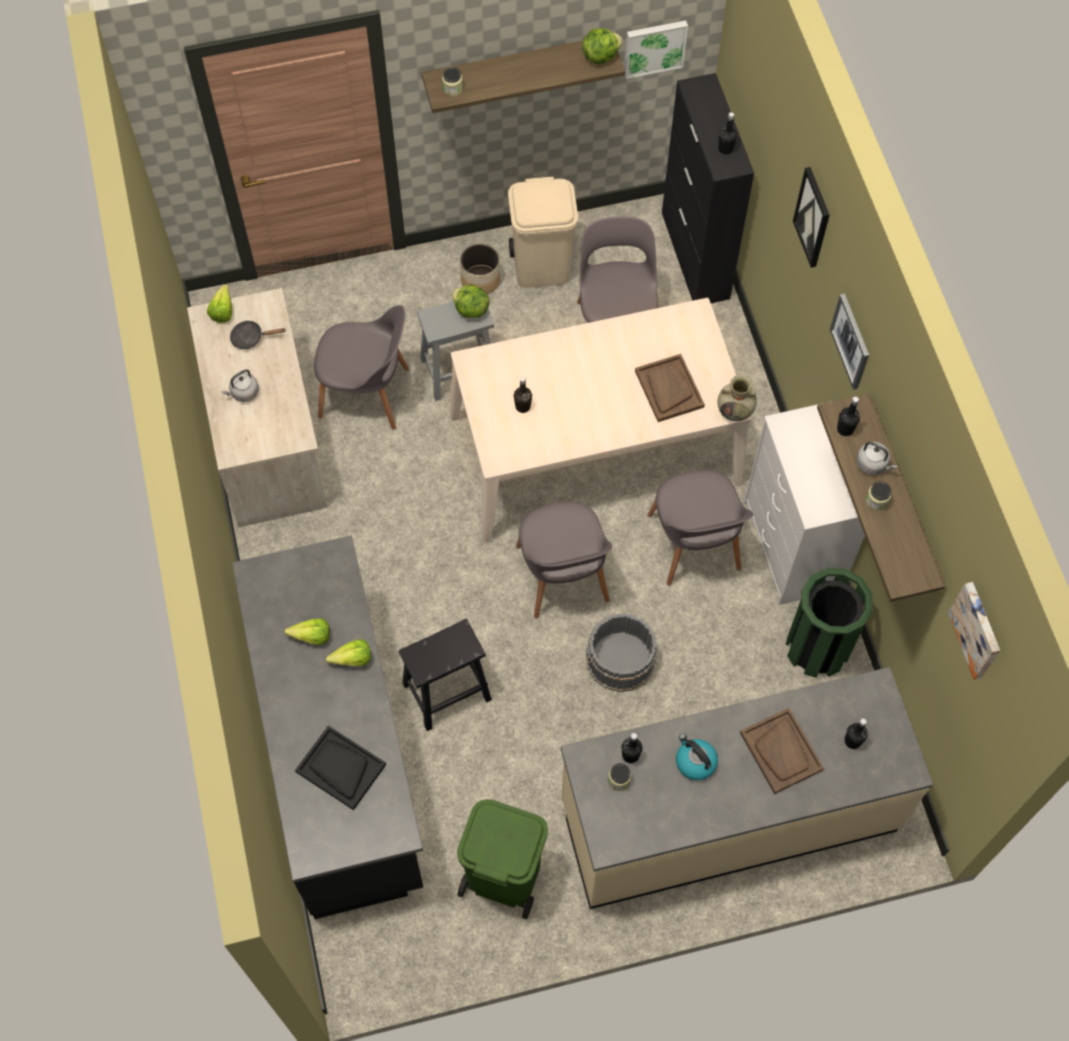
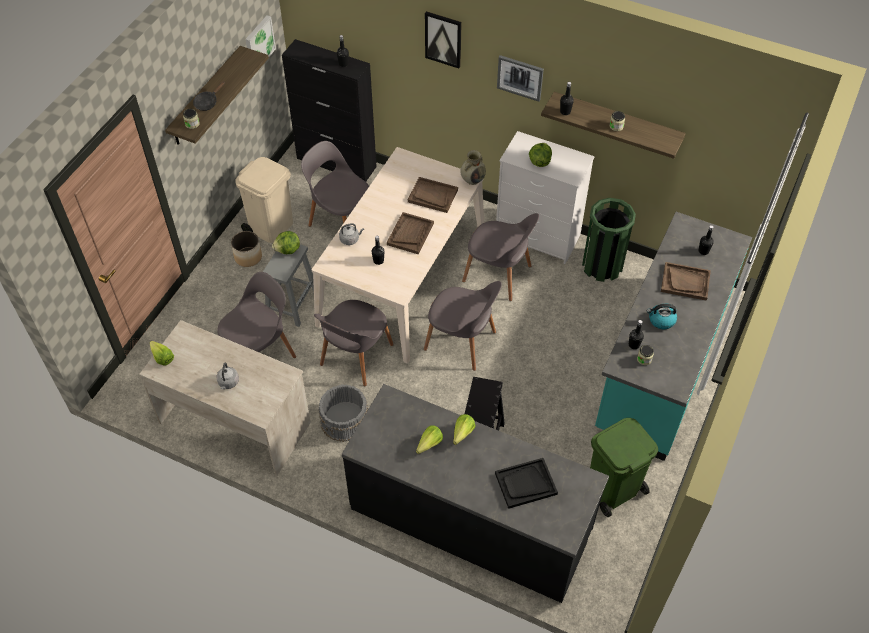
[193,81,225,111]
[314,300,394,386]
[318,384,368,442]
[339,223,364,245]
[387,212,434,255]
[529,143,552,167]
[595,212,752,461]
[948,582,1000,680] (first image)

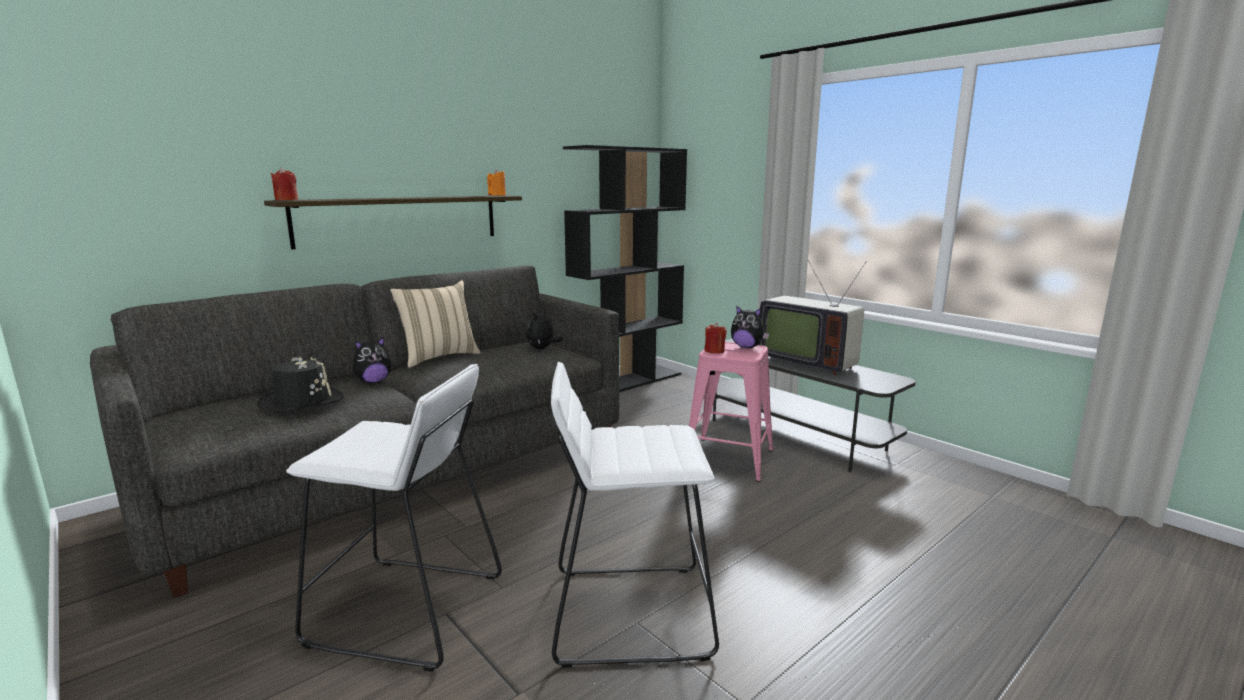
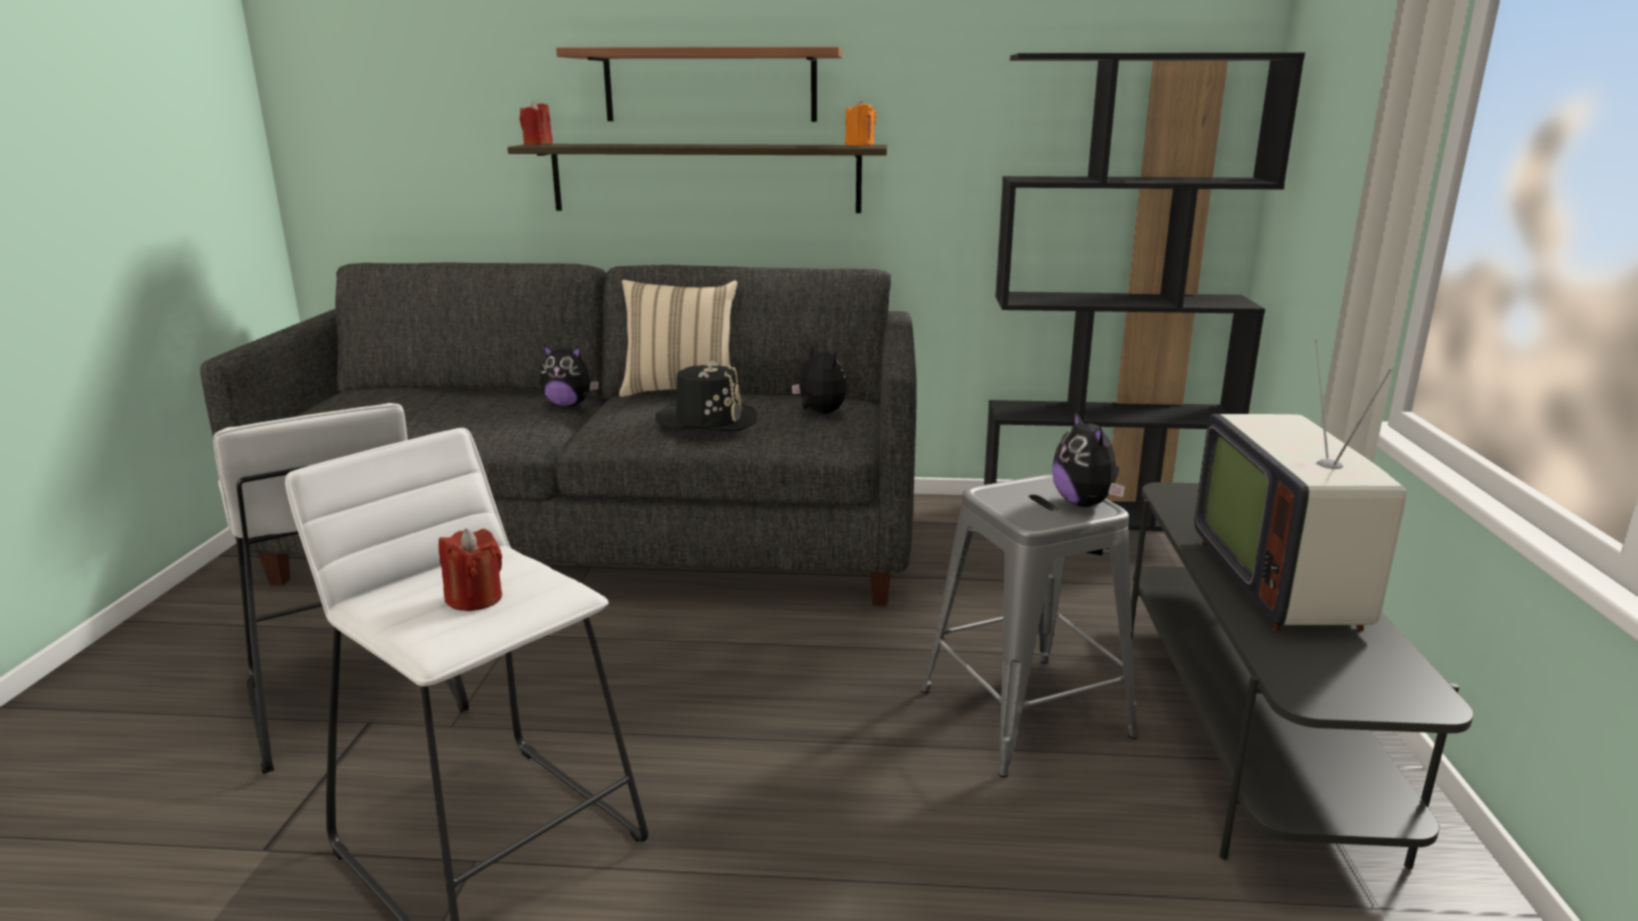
[439,529,502,611]
[556,47,842,122]
[655,360,757,431]
[792,344,847,414]
[922,474,1138,777]

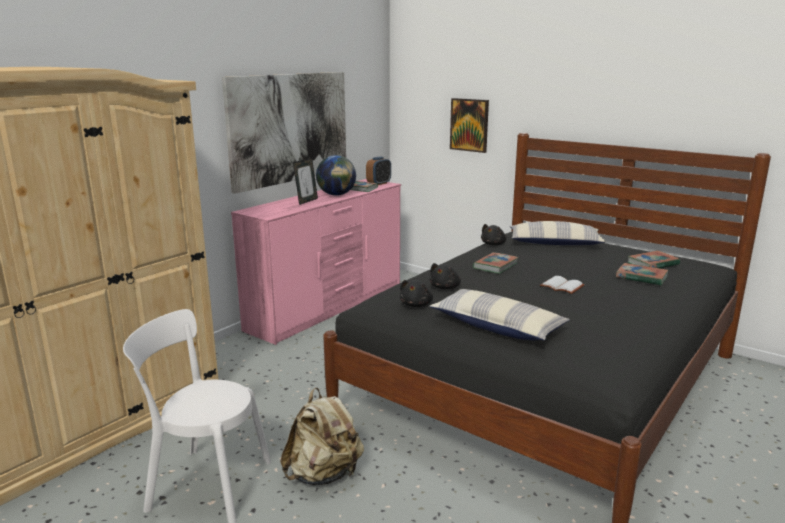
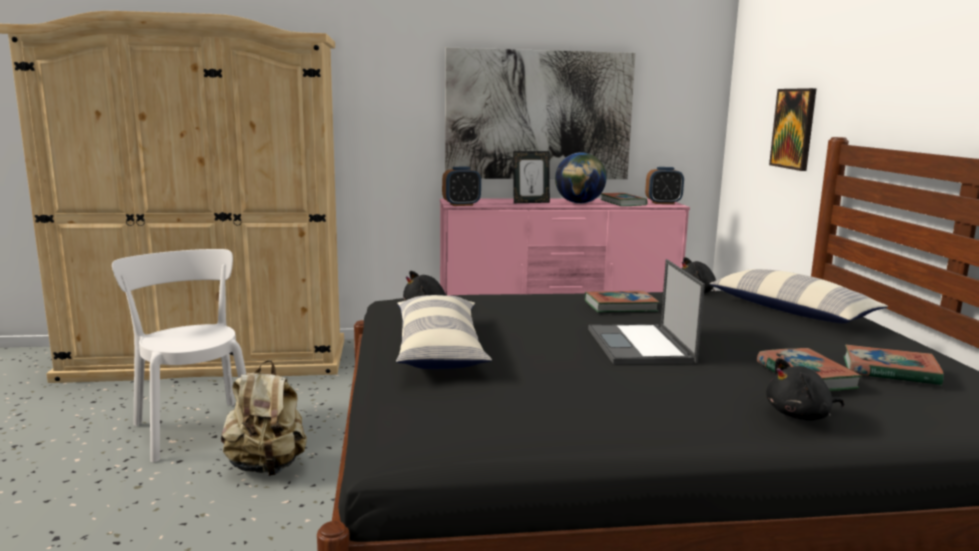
[442,167,481,206]
[588,259,705,364]
[766,358,844,421]

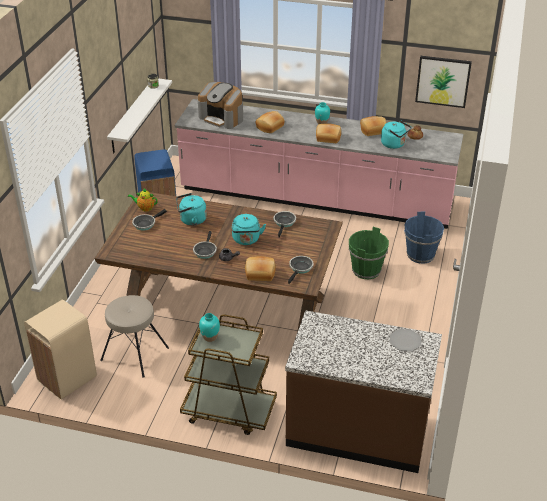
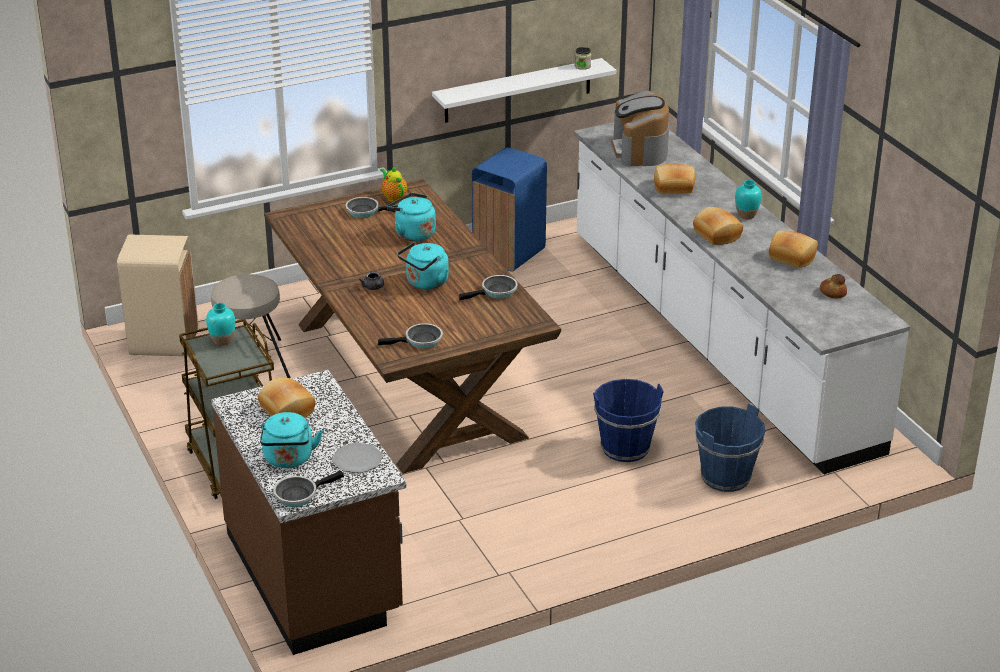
[258,378,316,418]
[260,412,323,468]
[273,470,344,507]
[574,122,910,474]
[593,379,664,462]
[415,56,472,108] (first image)

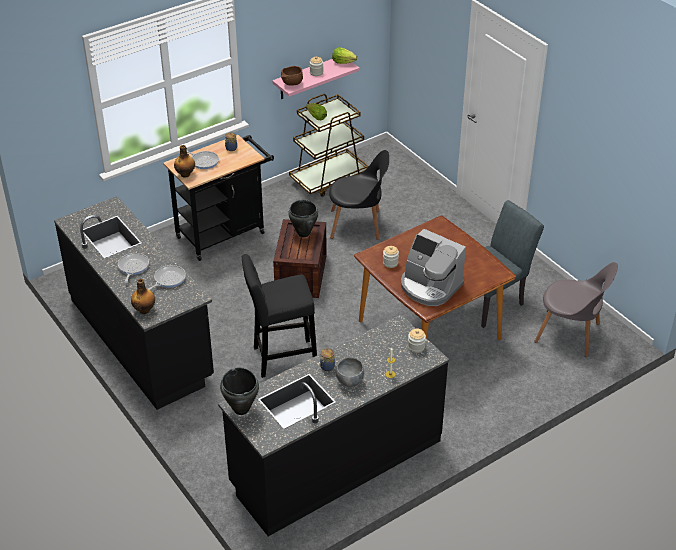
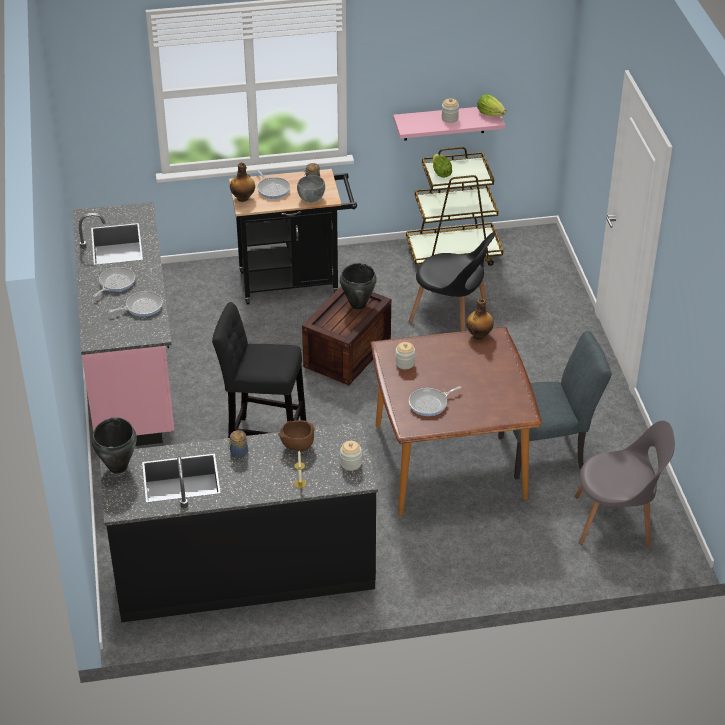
[73,202,174,446]
[279,420,315,451]
[297,175,325,202]
[409,386,462,416]
[466,298,494,340]
[575,421,675,547]

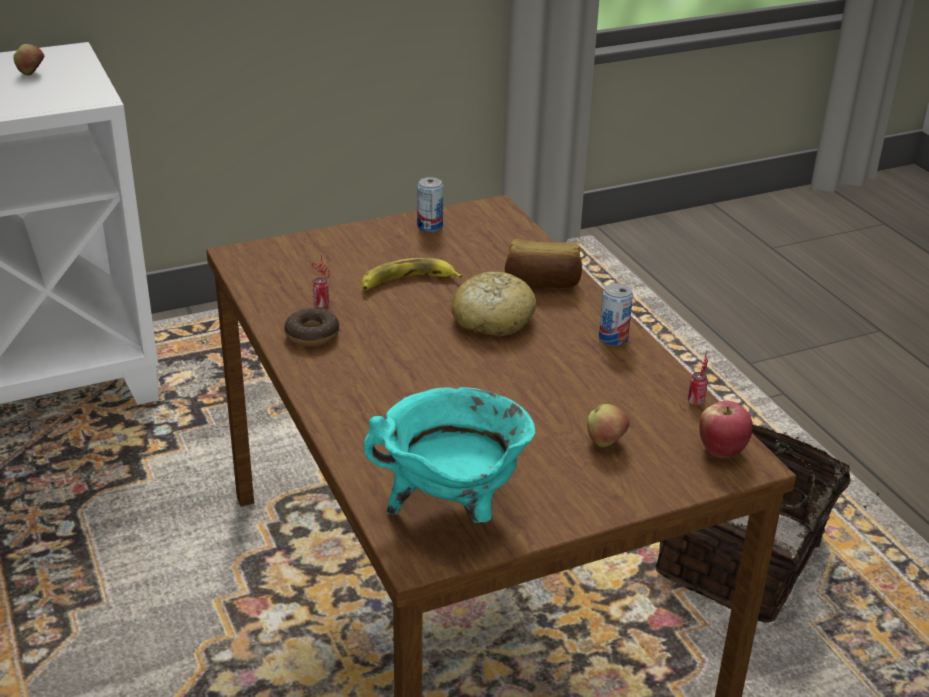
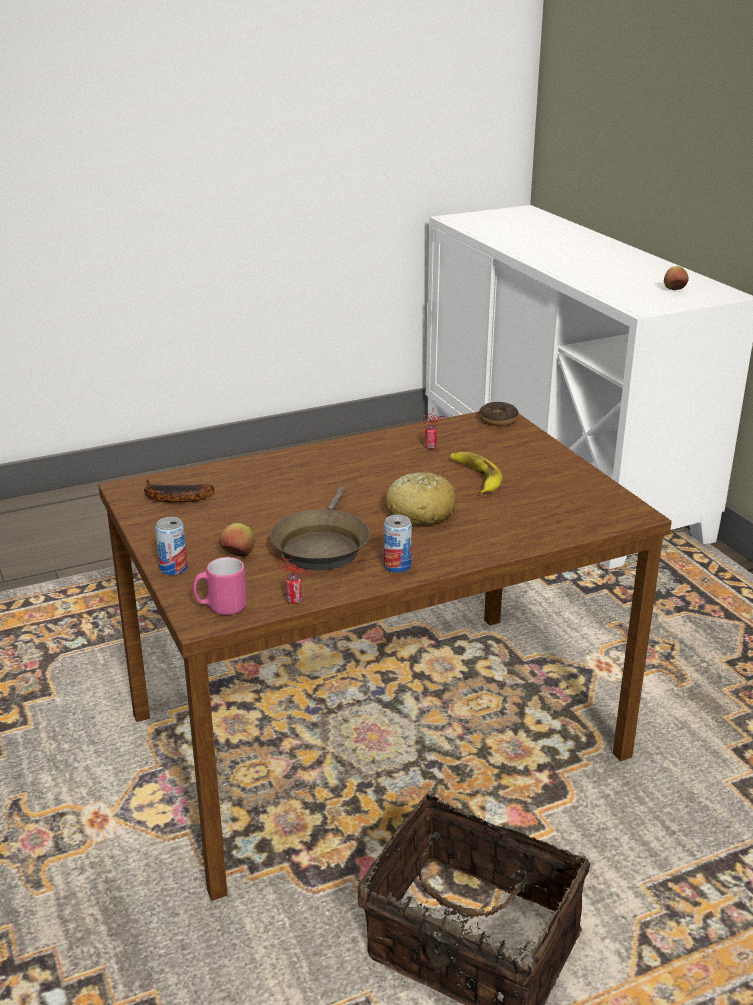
[144,480,215,503]
[155,517,188,575]
[193,557,247,615]
[270,486,370,570]
[479,402,519,426]
[505,239,582,288] (first image)

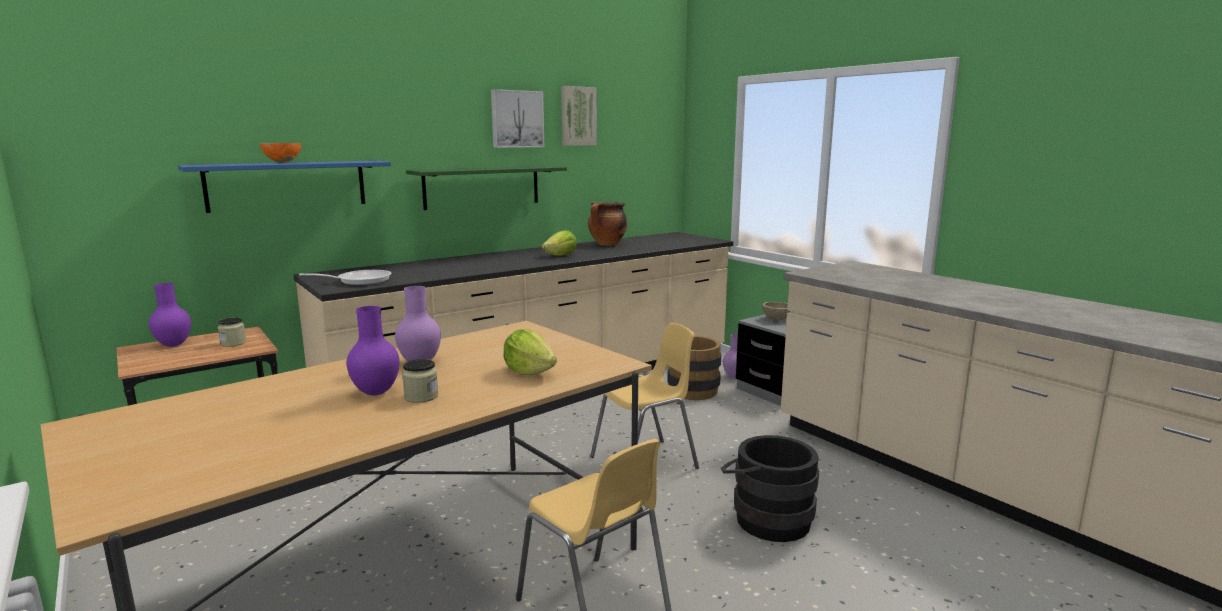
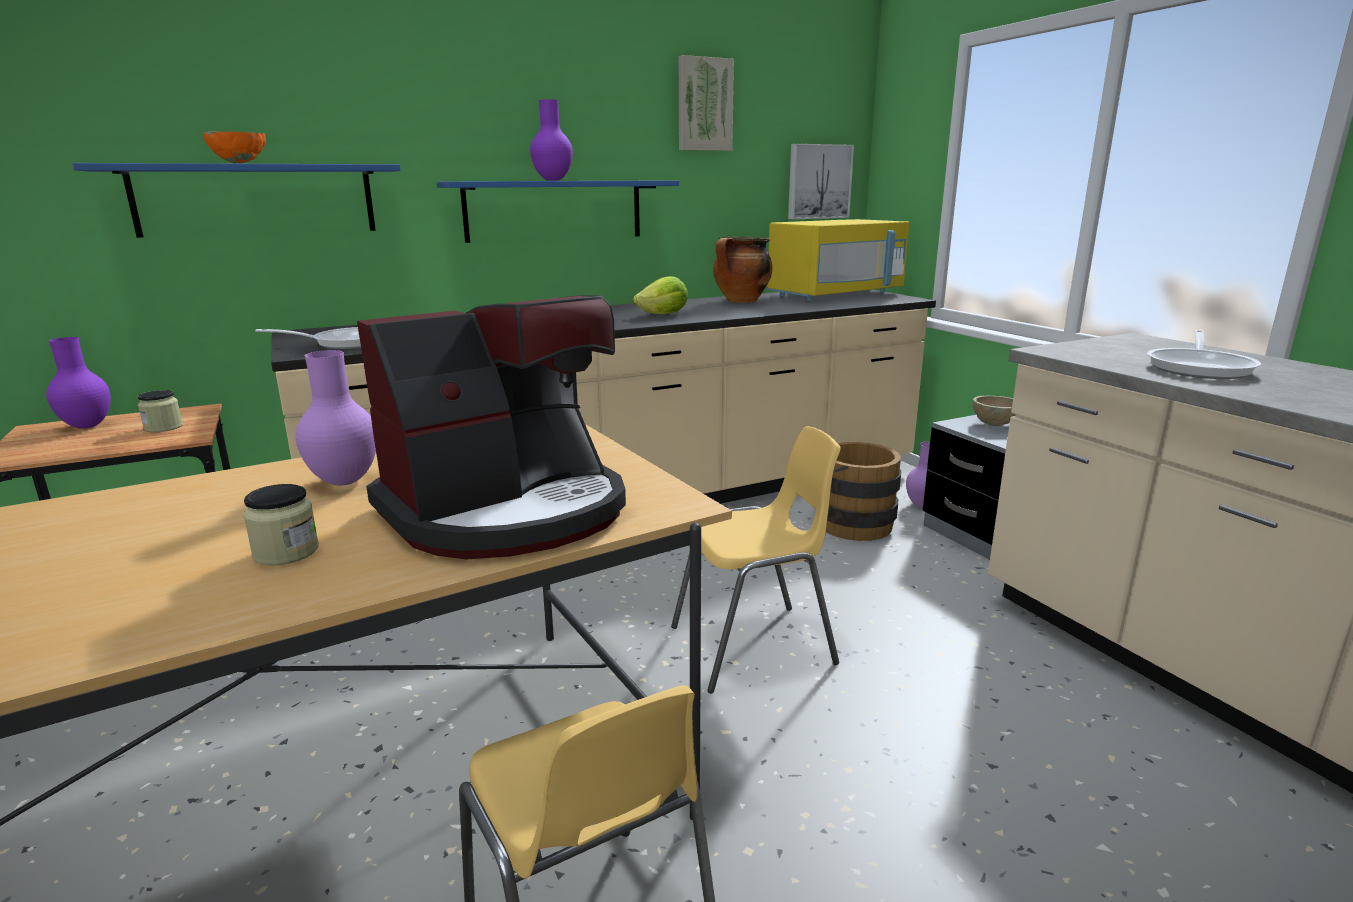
[357,295,626,559]
[437,180,679,243]
[530,99,573,181]
[767,219,909,301]
[788,144,854,219]
[1147,329,1261,379]
[721,435,819,542] (first image)

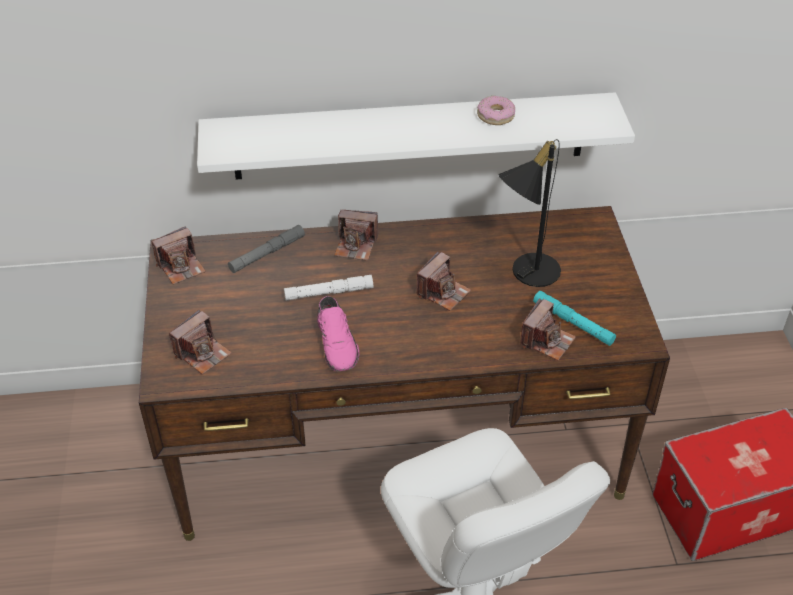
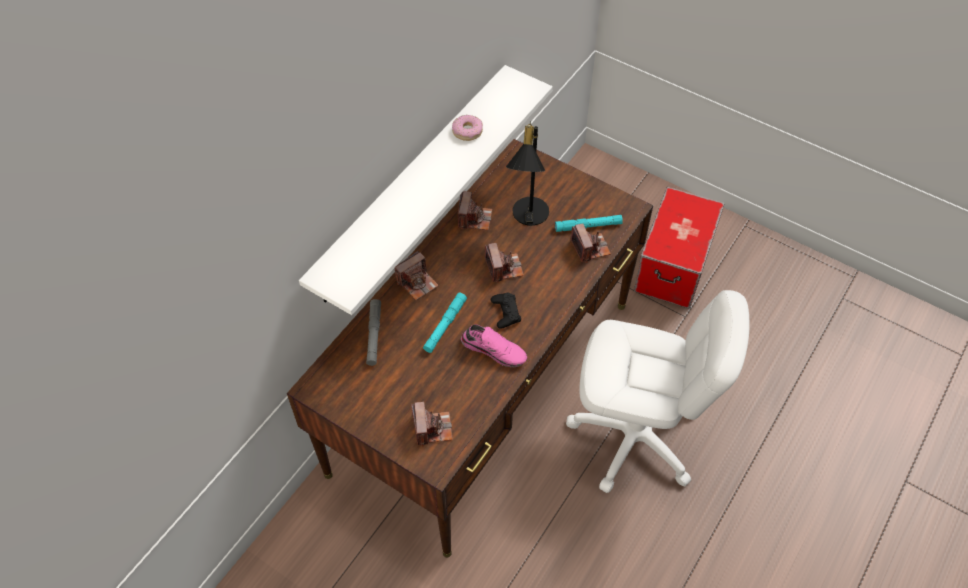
[423,293,467,353]
[458,191,492,230]
[491,293,521,329]

